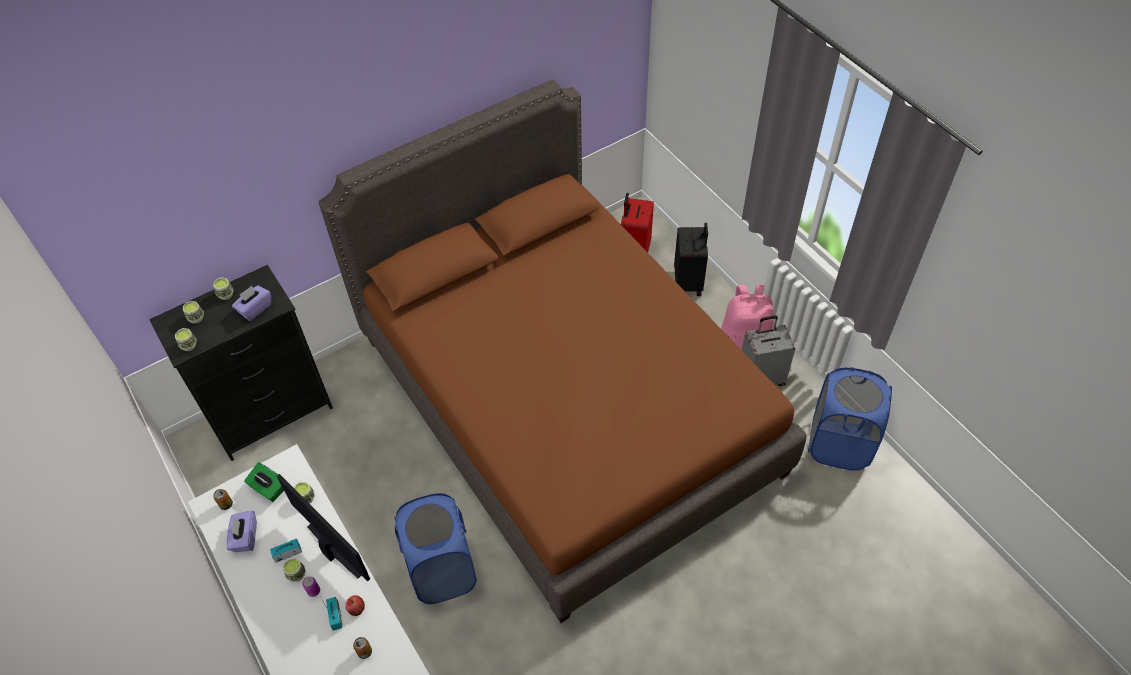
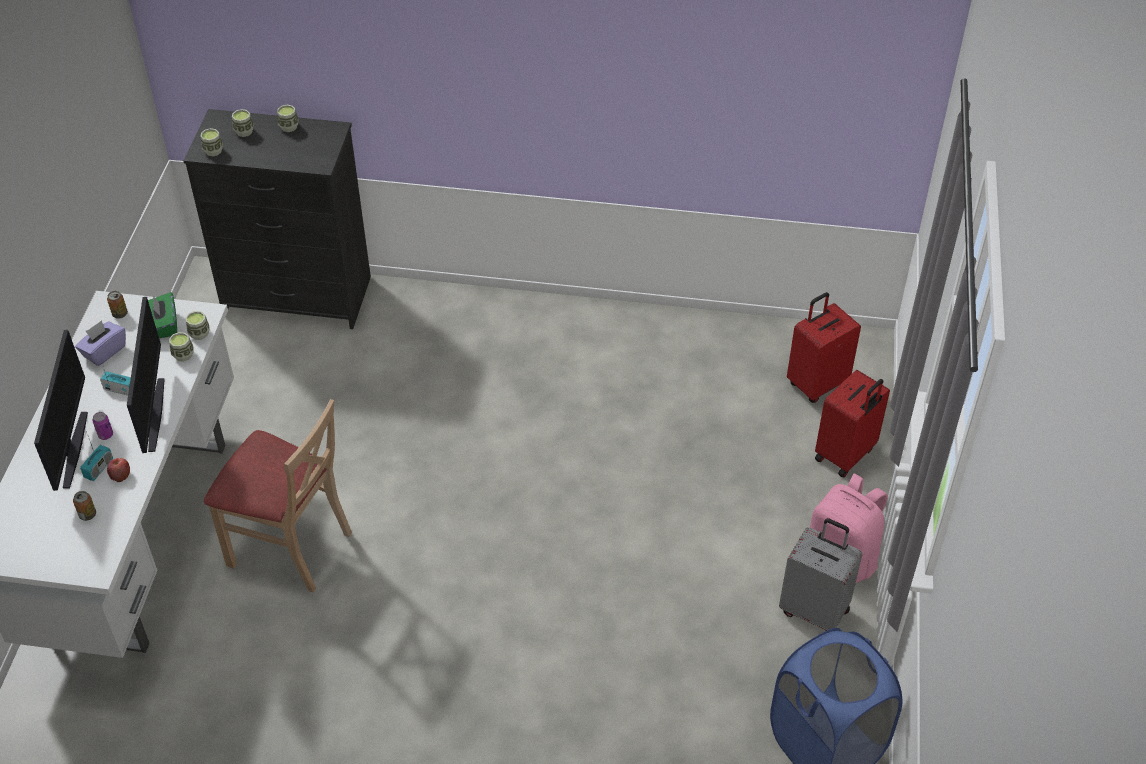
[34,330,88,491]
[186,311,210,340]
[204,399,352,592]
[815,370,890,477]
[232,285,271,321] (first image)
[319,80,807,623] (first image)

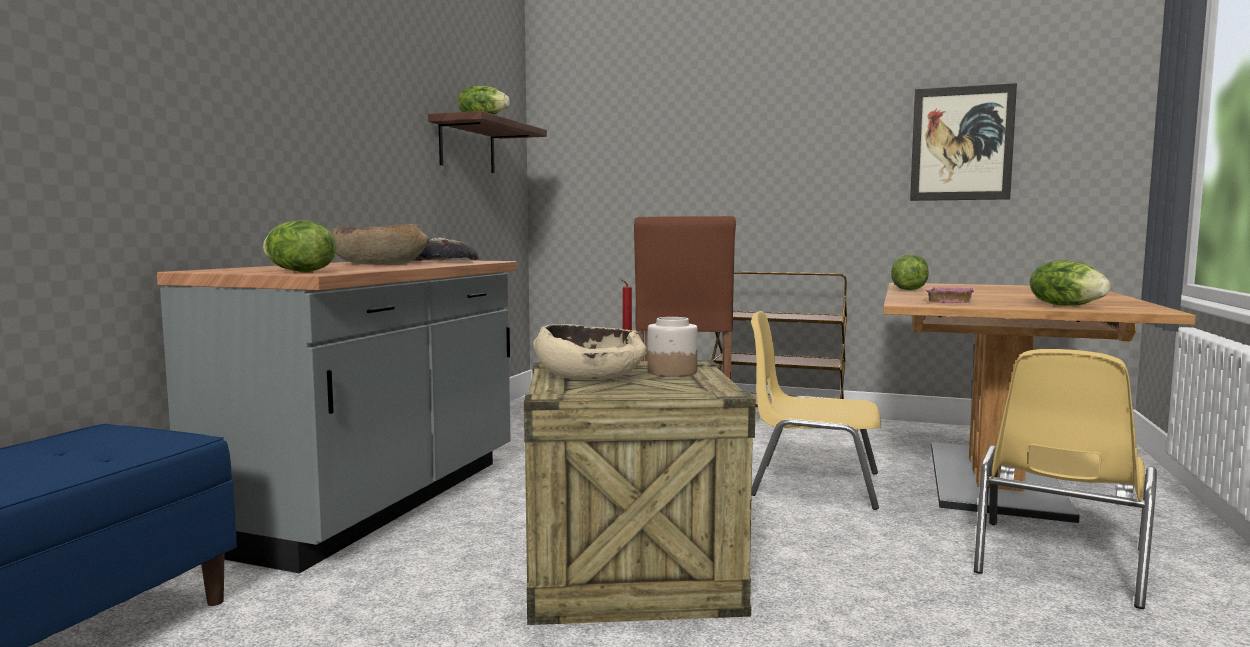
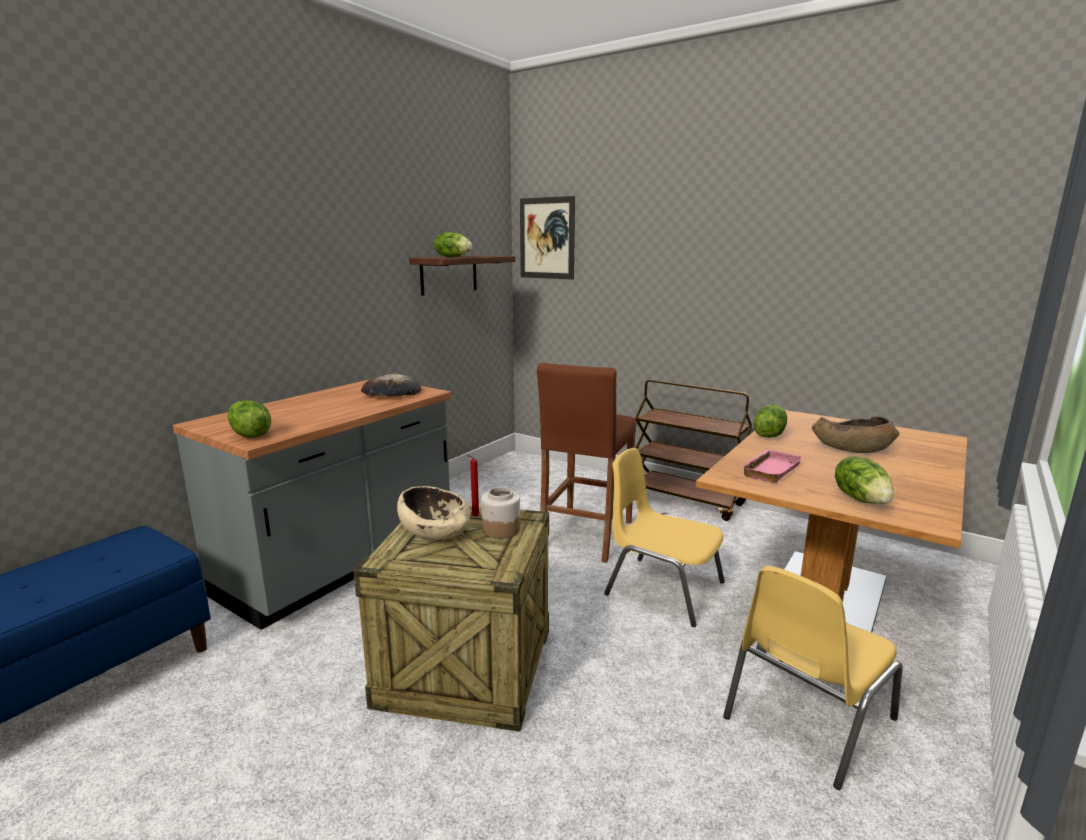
[520,196,575,279]
[812,416,899,453]

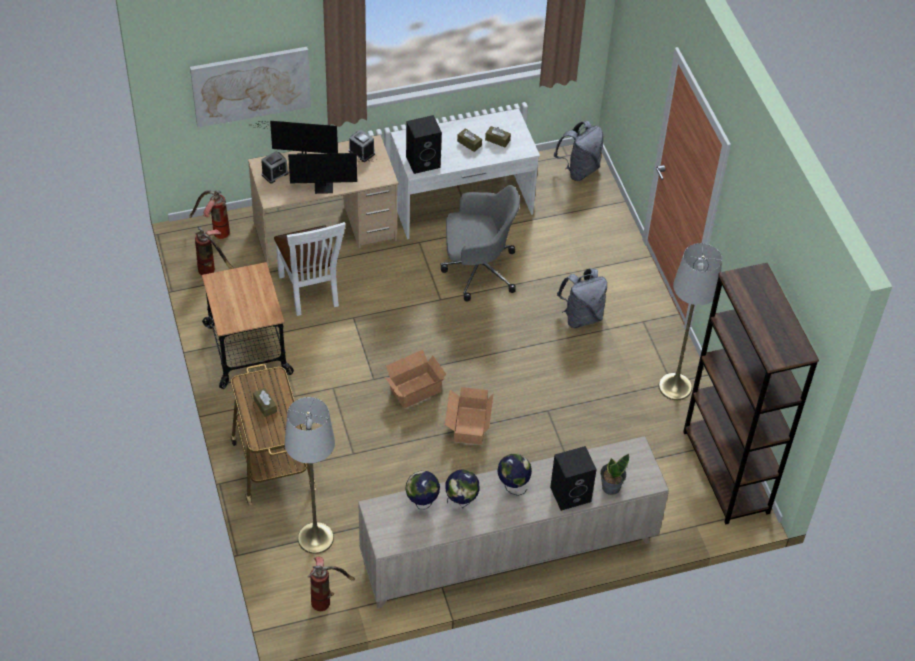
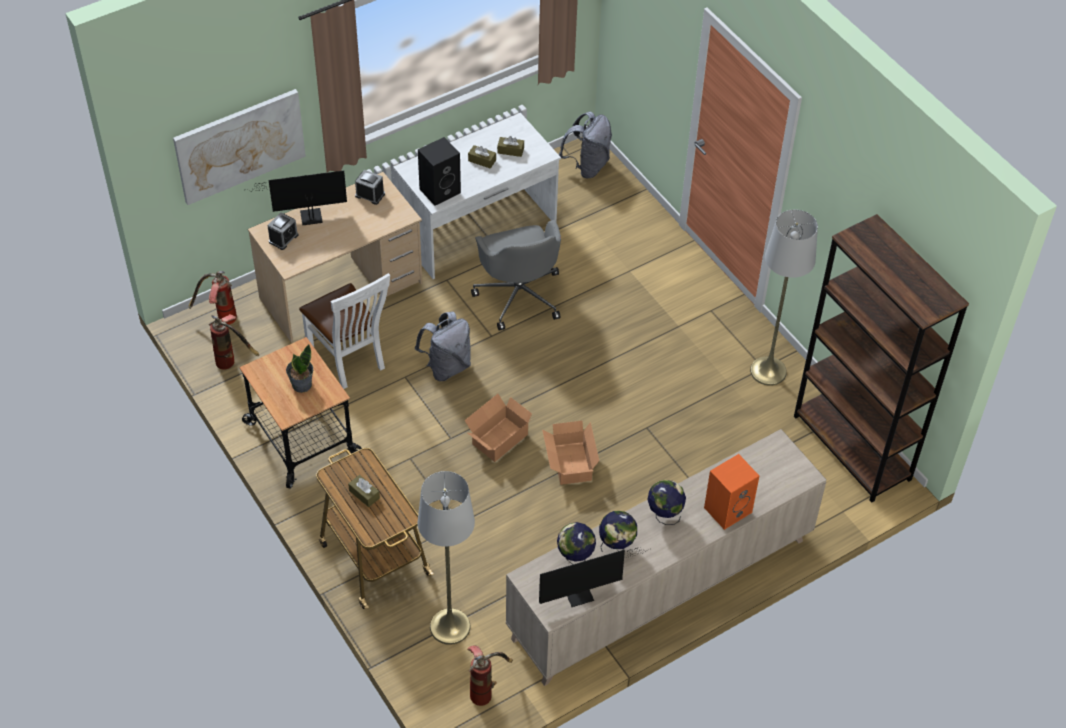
[286,344,313,393]
[415,312,471,381]
[471,220,561,331]
[539,547,651,607]
[704,454,759,530]

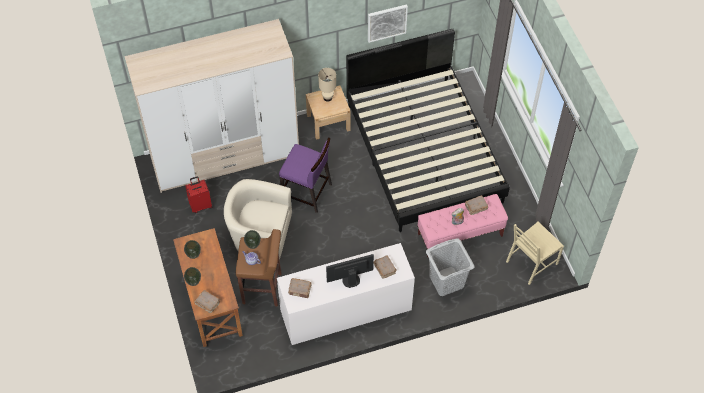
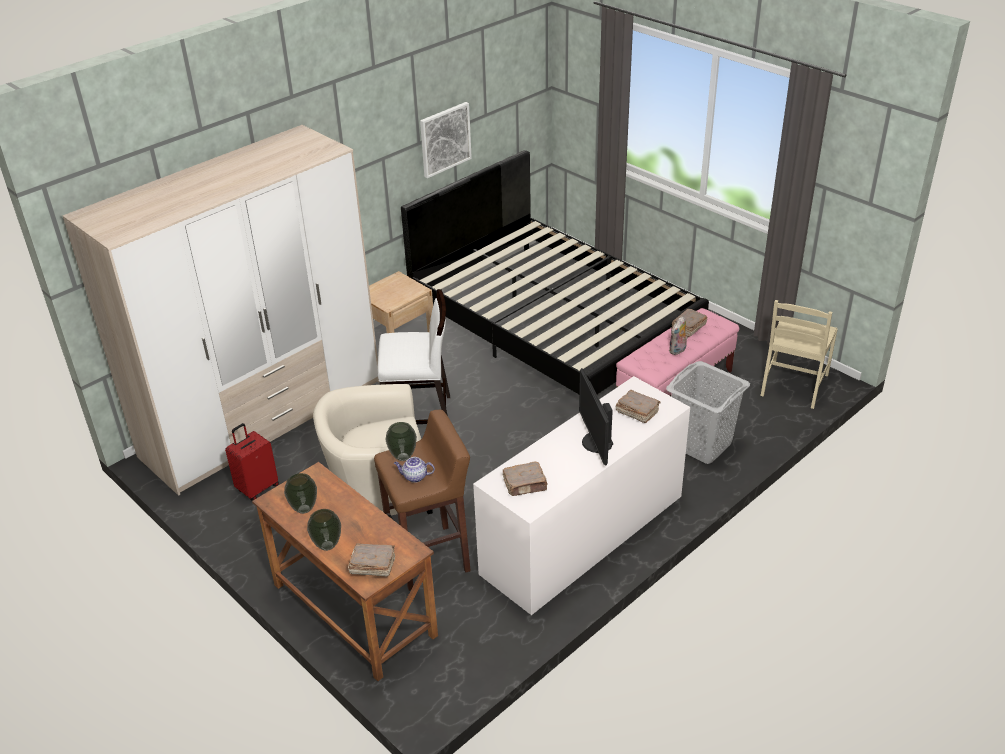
[377,289,450,424]
[579,368,613,466]
[318,68,336,102] (first image)

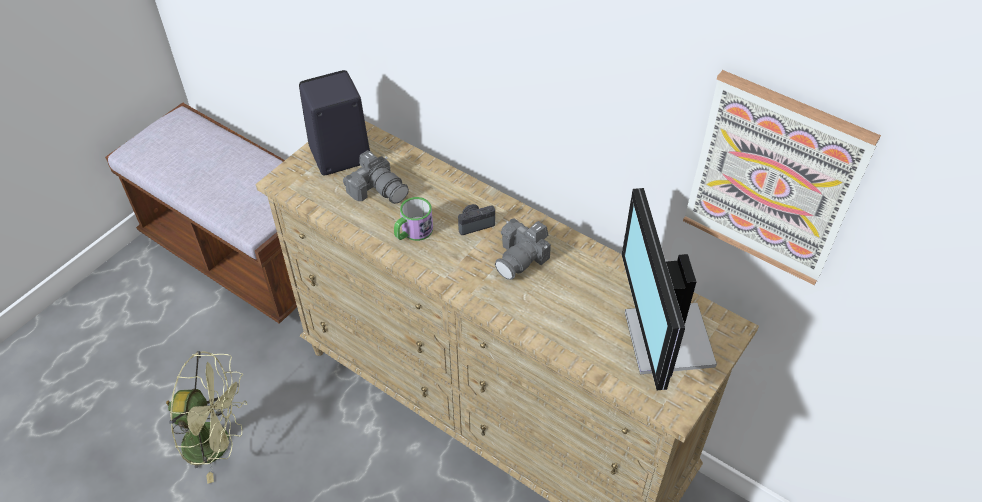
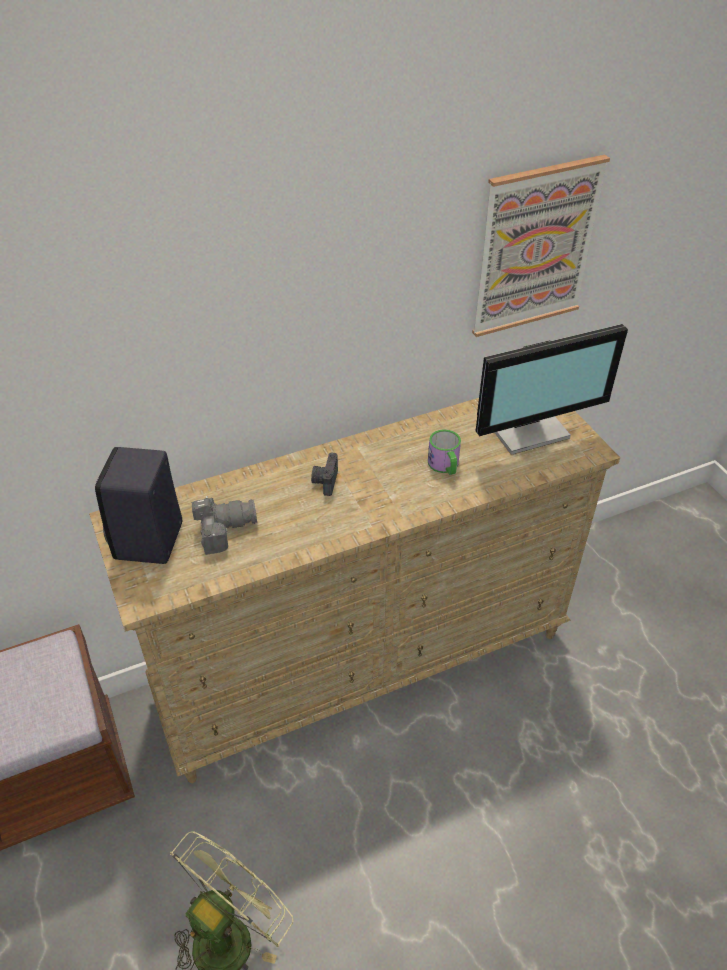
[428,429,461,475]
[476,324,628,455]
[495,218,551,280] (first image)

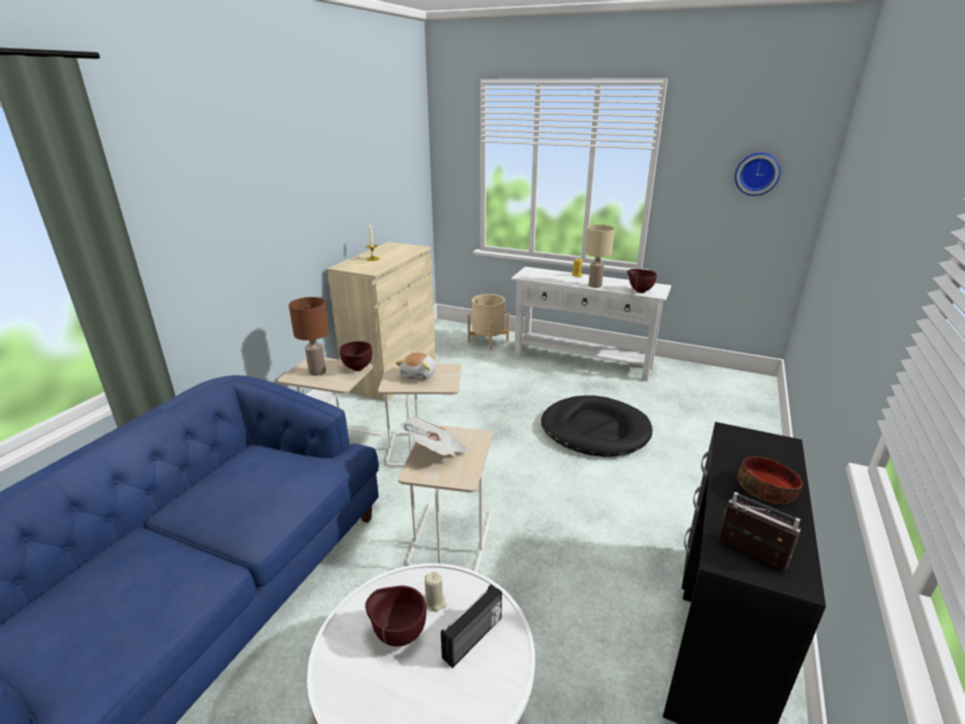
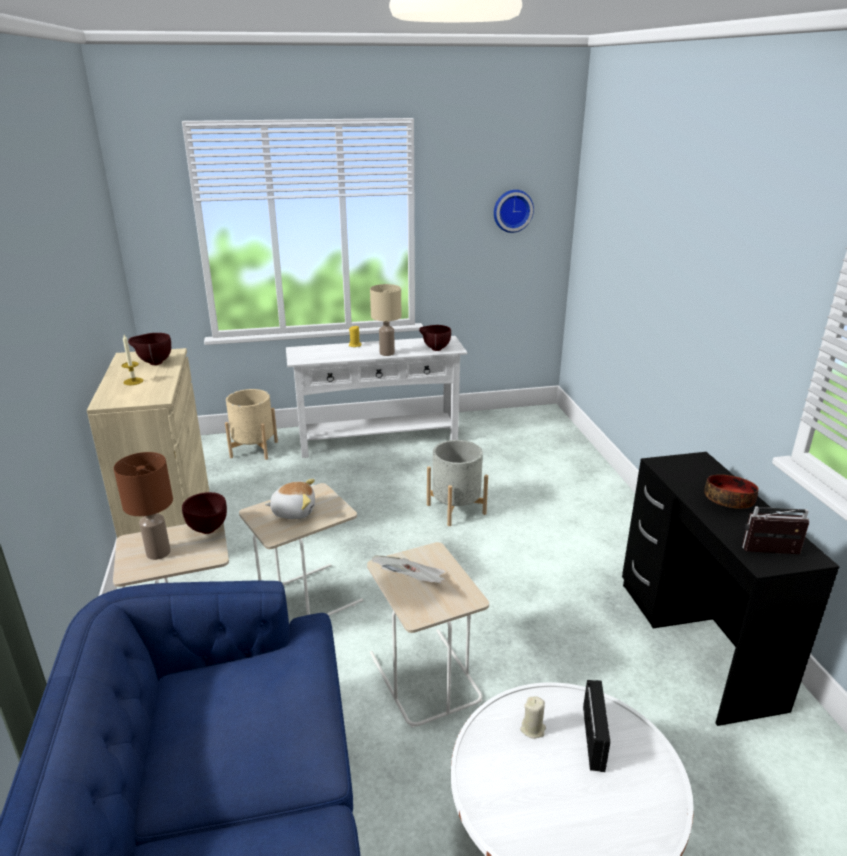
[128,333,171,365]
[264,479,315,519]
[427,440,488,526]

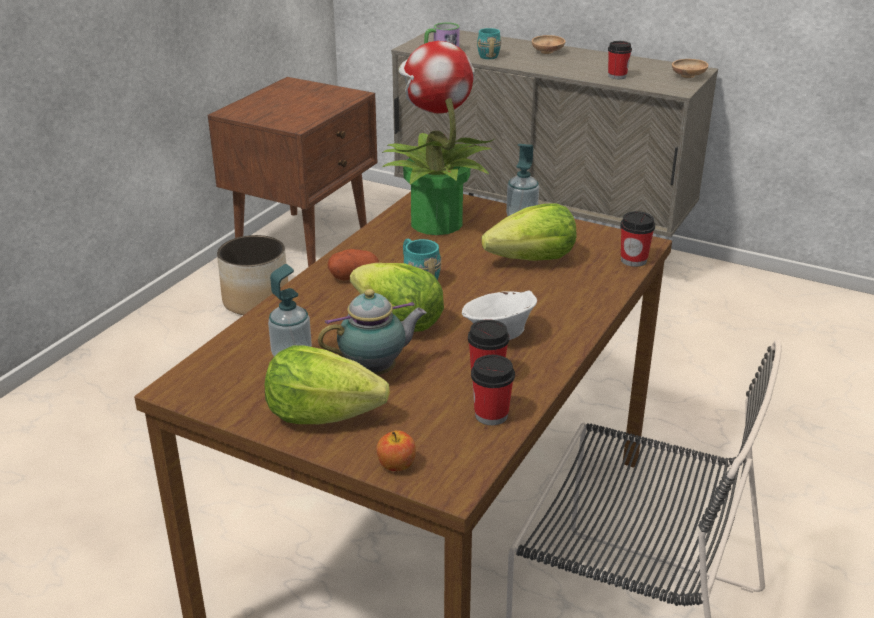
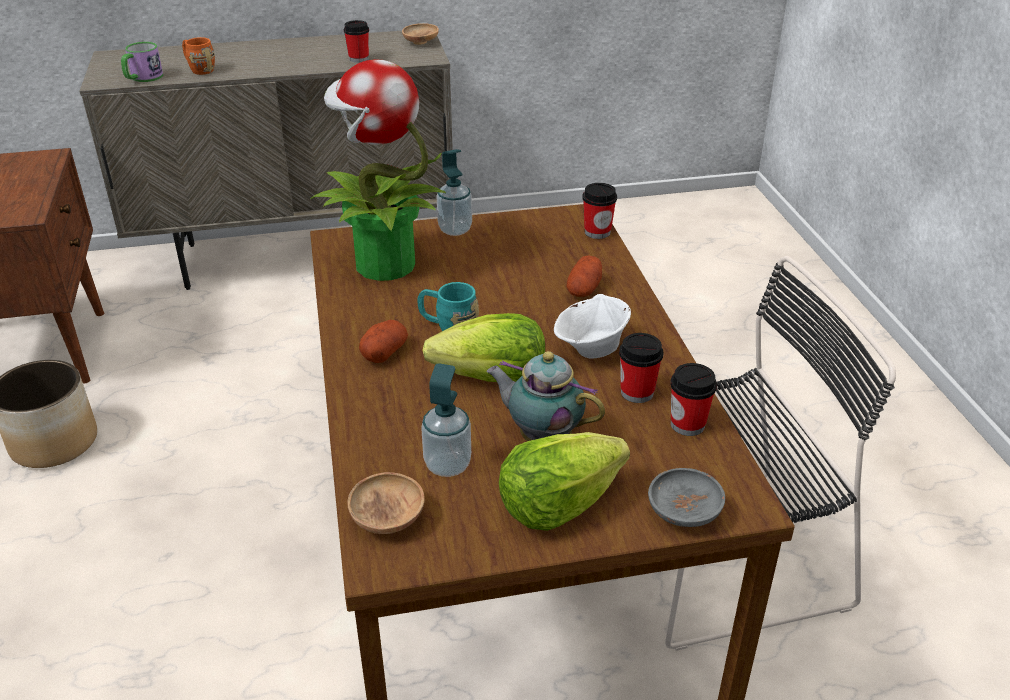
[182,37,215,75]
[347,472,425,534]
[487,351,605,441]
[567,256,602,297]
[648,468,725,527]
[482,203,576,261] (first image)

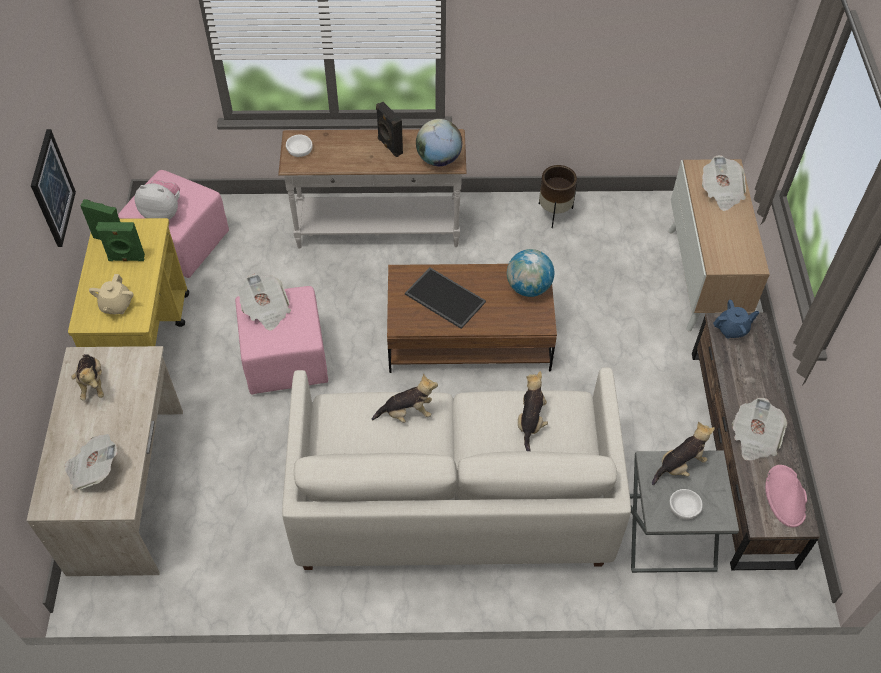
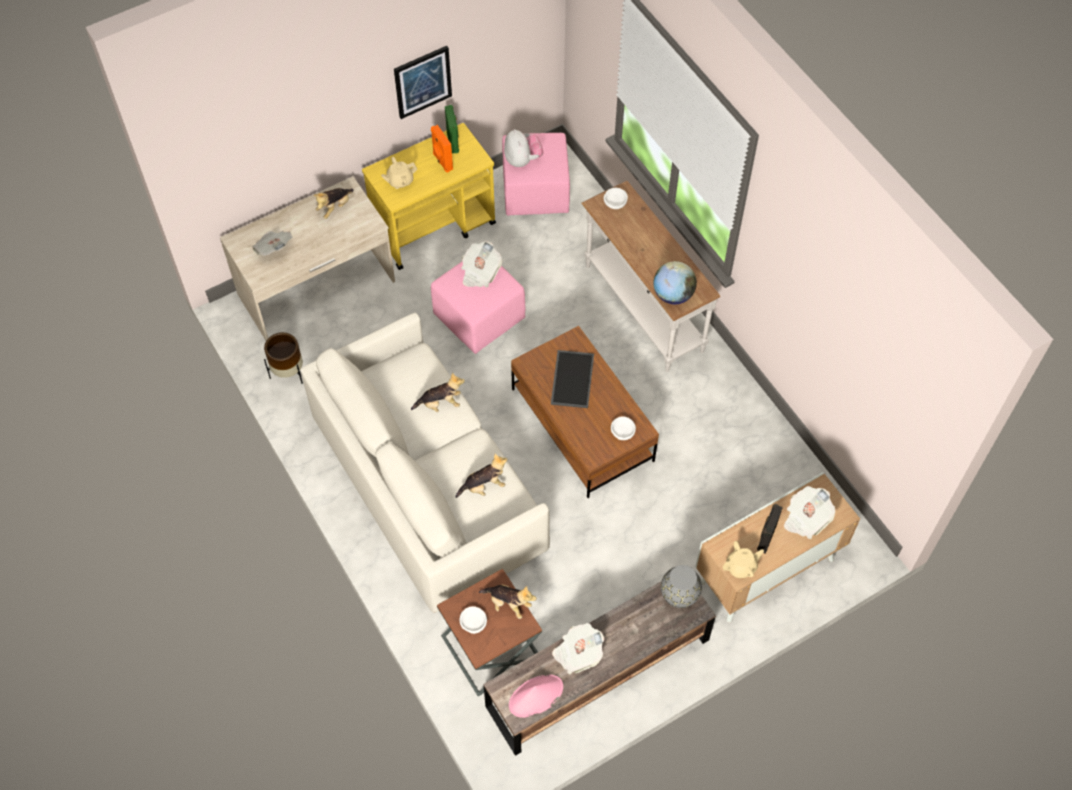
[264,332,303,384]
[411,372,465,412]
[431,125,453,173]
[437,569,542,696]
[611,416,636,440]
[661,565,702,608]
[722,541,764,578]
[757,504,783,554]

